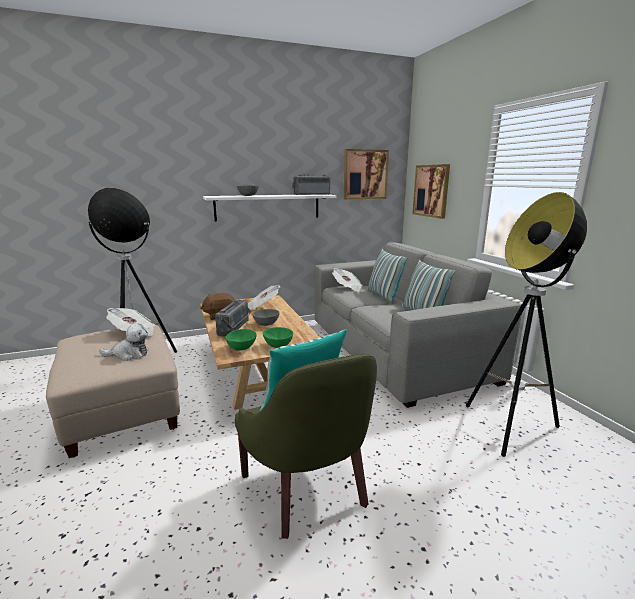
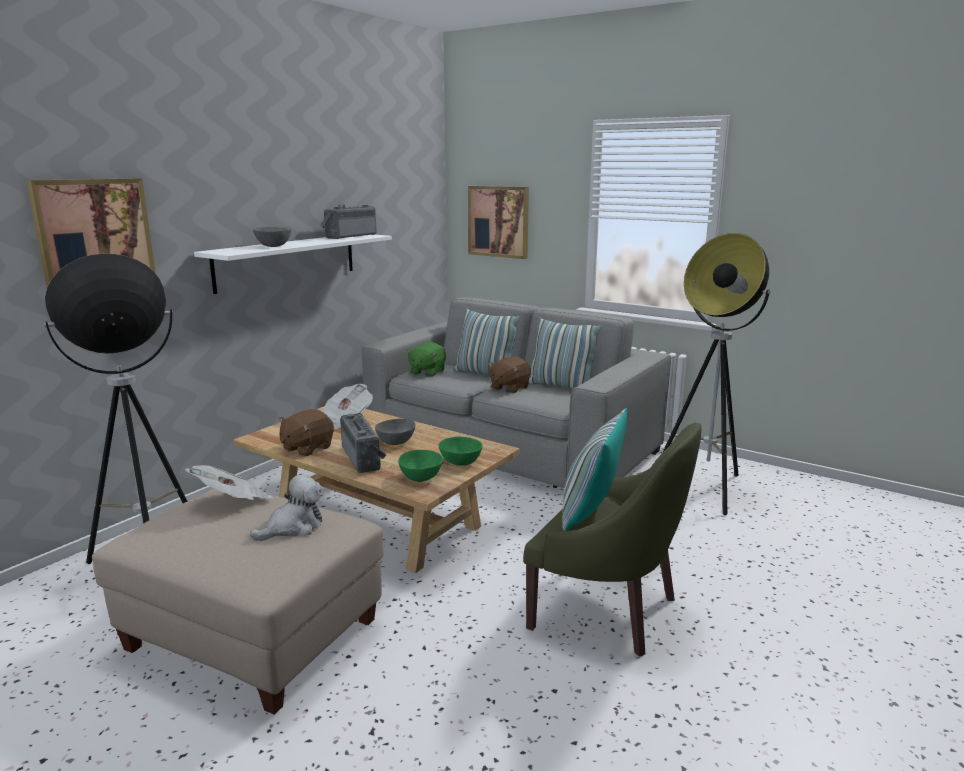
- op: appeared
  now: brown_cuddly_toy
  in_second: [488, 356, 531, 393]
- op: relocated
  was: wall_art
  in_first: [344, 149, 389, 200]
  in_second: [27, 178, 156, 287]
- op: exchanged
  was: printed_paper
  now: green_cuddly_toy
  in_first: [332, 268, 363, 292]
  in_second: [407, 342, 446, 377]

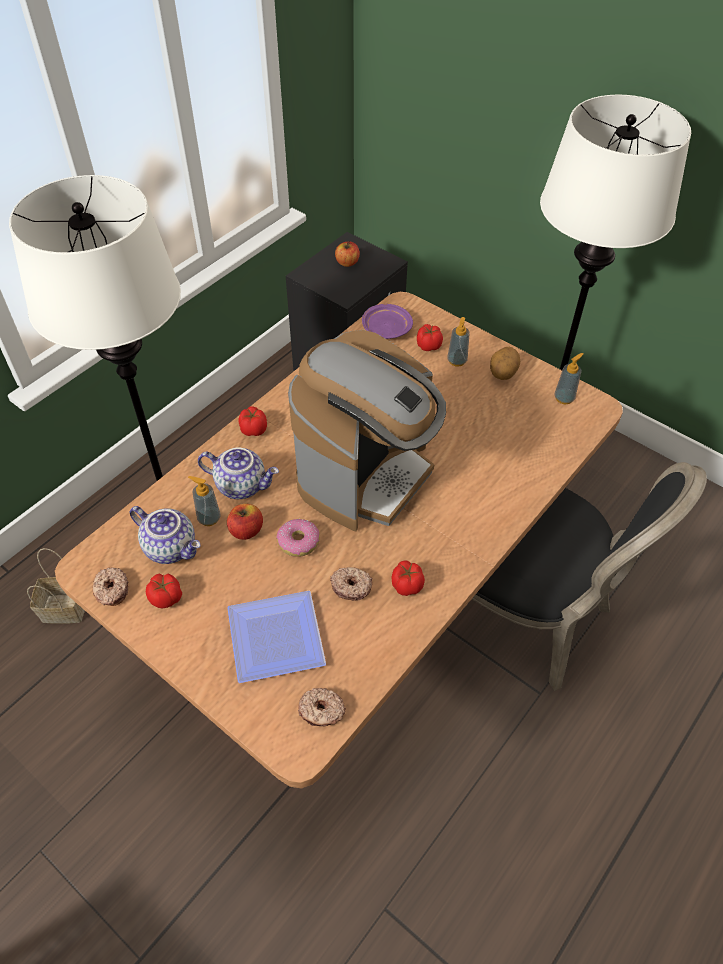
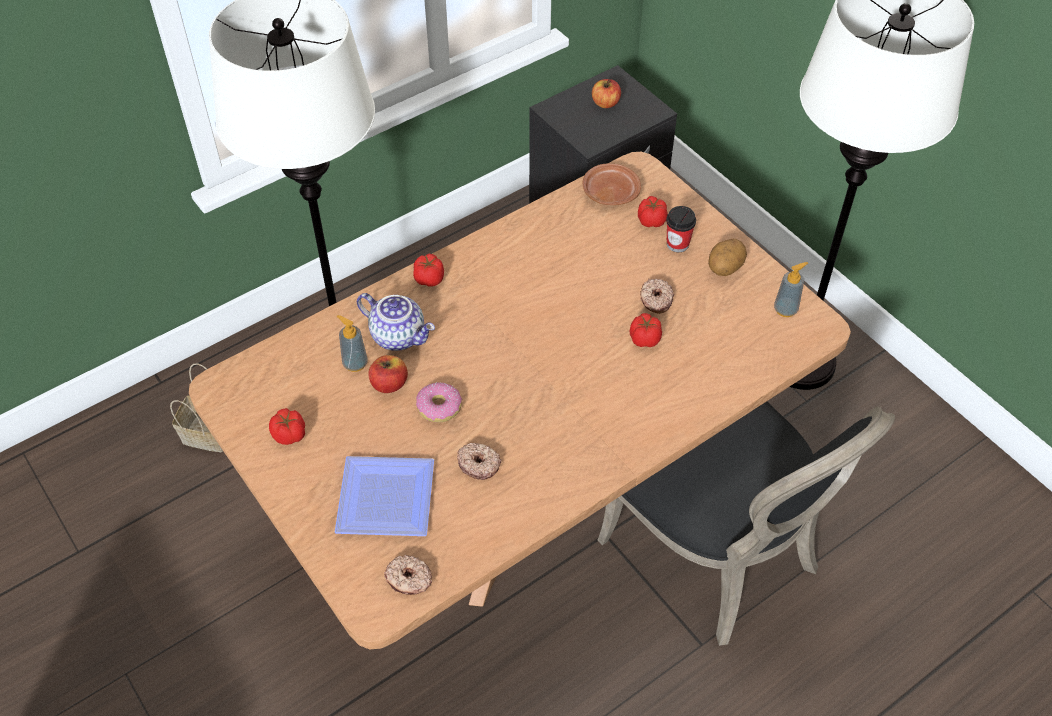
- op: missing
  was: pot_for_tea
  in_first: [129, 506, 200, 564]
- op: missing
  was: coffee_maker
  in_first: [288, 330, 446, 531]
- op: relocated
  was: doughnut
  in_first: [92, 567, 128, 606]
  in_second: [640, 279, 674, 314]
- op: relocated
  was: tomato
  in_first: [391, 561, 425, 596]
  in_second: [630, 313, 662, 347]
- op: exchanged
  was: soap_dispenser
  now: small_cup
  in_first: [448, 317, 470, 367]
  in_second: [666, 206, 696, 252]
- op: colour
  was: purplish_dinner_plate
  now: brown_dinner_plate
  in_first: [362, 304, 413, 339]
  in_second: [583, 163, 641, 205]

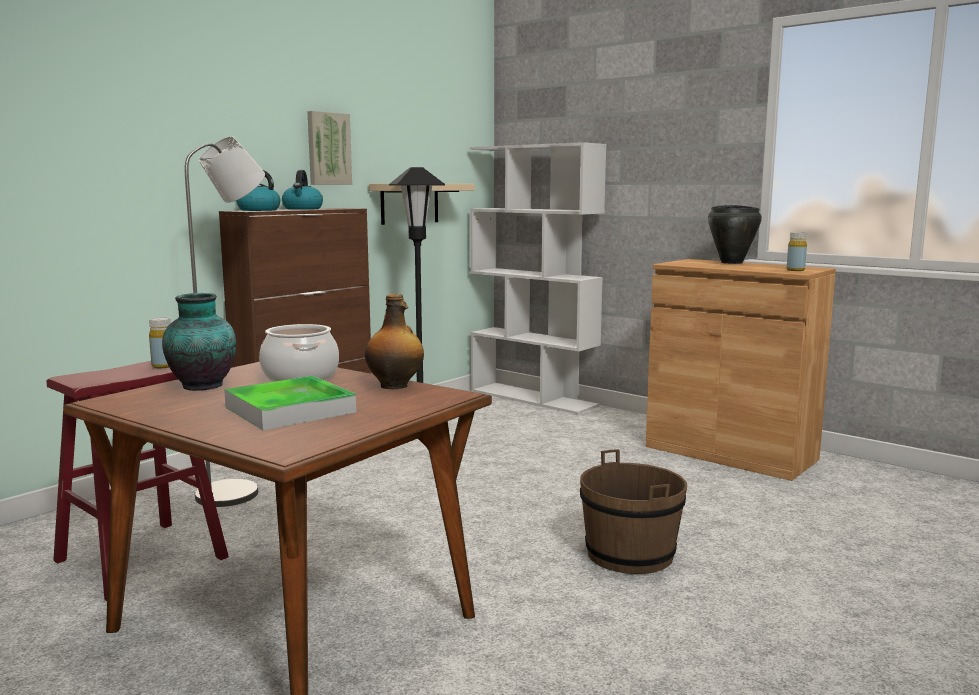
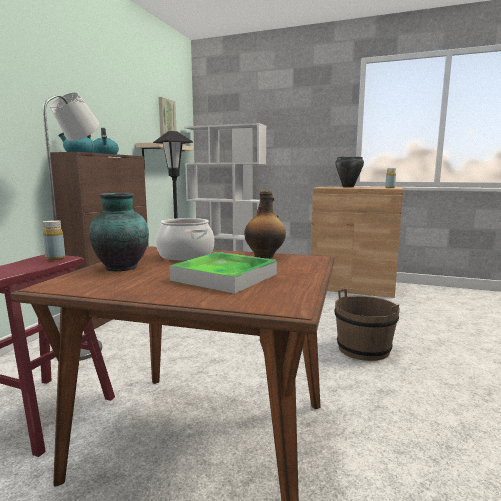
- op: relocated
  was: wall_art
  in_first: [308, 111, 352, 185]
  in_second: [159, 97, 177, 137]

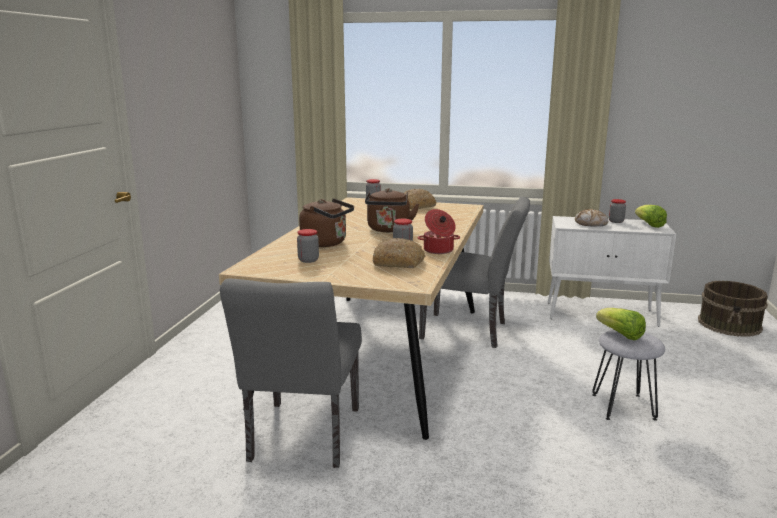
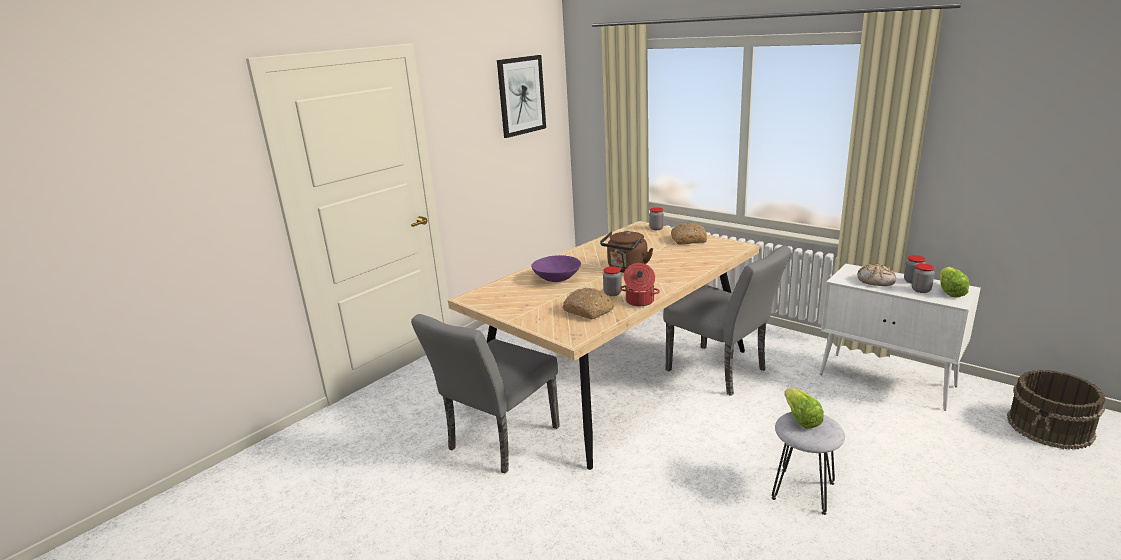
- op: appeared
  now: wall_art
  in_second: [497, 55, 546, 138]
- op: relocated
  was: preserve_jar
  in_first: [297, 229, 319, 263]
  in_second: [912, 264, 935, 293]
- op: exchanged
  was: brown_water_kettle
  now: purplish_deep_dish
  in_first: [299, 198, 354, 247]
  in_second: [531, 255, 581, 282]

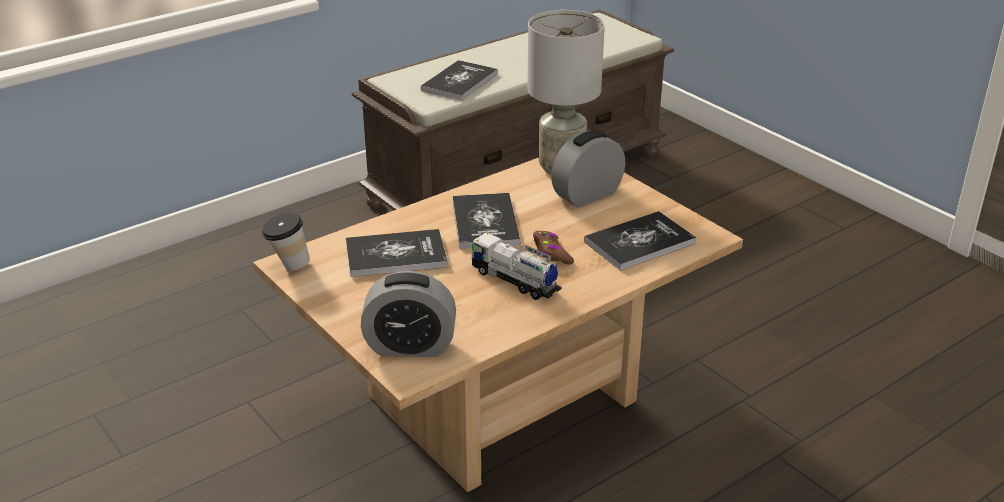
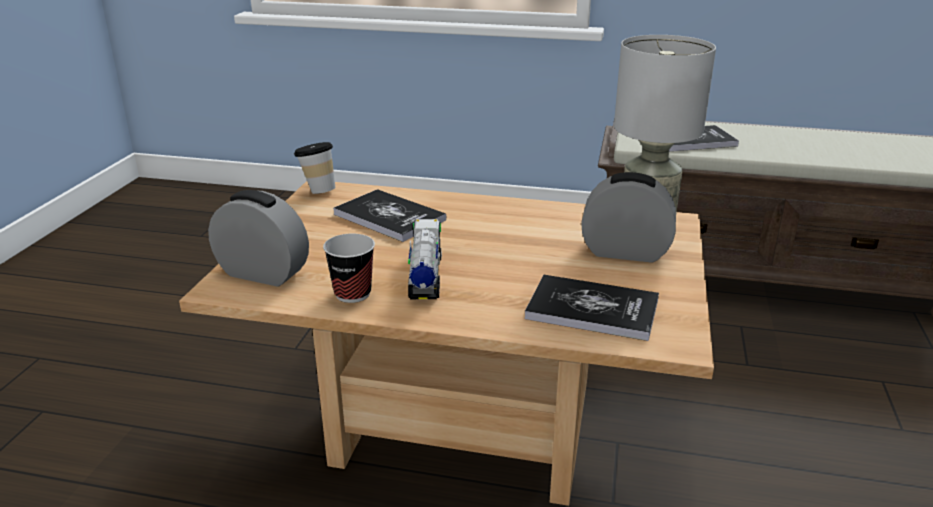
- op: missing
  was: bound_book
  in_first: [453, 193, 521, 249]
- op: missing
  was: brown_gamepad
  in_first: [533, 231, 574, 265]
- op: appeared
  now: small_cup
  in_second: [323, 234, 375, 303]
- op: spun
  was: table_clock
  in_first: [361, 271, 456, 357]
  in_second: [208, 190, 309, 287]
  clockwise: 150

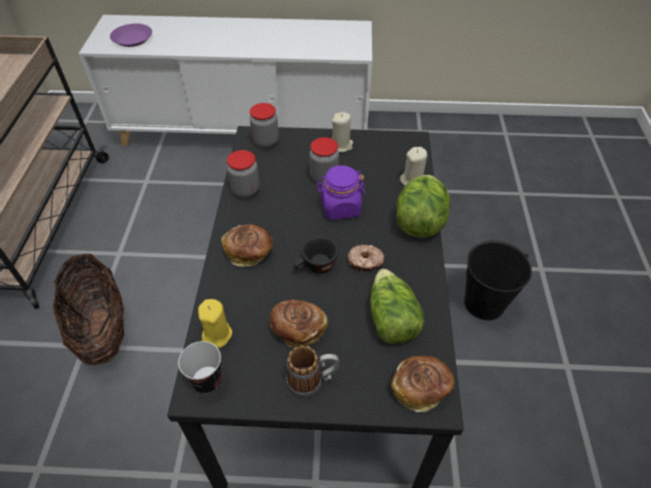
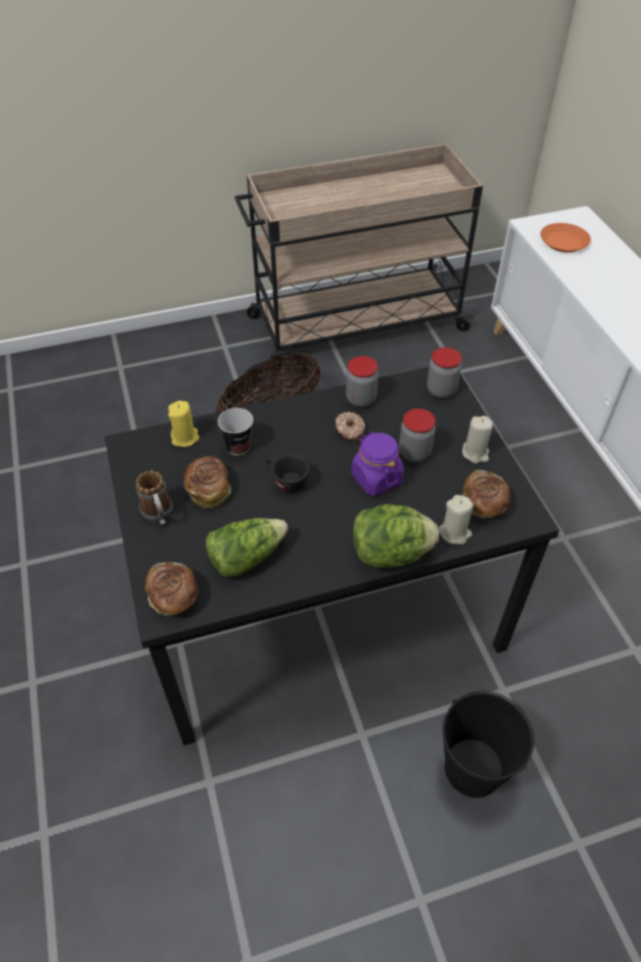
- op: relocated
  was: small_cup
  in_first: [178, 341, 222, 394]
  in_second: [218, 408, 253, 456]
- op: relocated
  was: bakery_bread
  in_first: [221, 224, 273, 267]
  in_second: [462, 470, 511, 518]
- op: relocated
  was: doughnut
  in_first: [348, 244, 385, 272]
  in_second: [335, 412, 365, 441]
- op: colour
  was: purplish_dinner_plate
  now: orange_dinner_plate
  in_first: [110, 23, 152, 47]
  in_second: [540, 223, 591, 252]

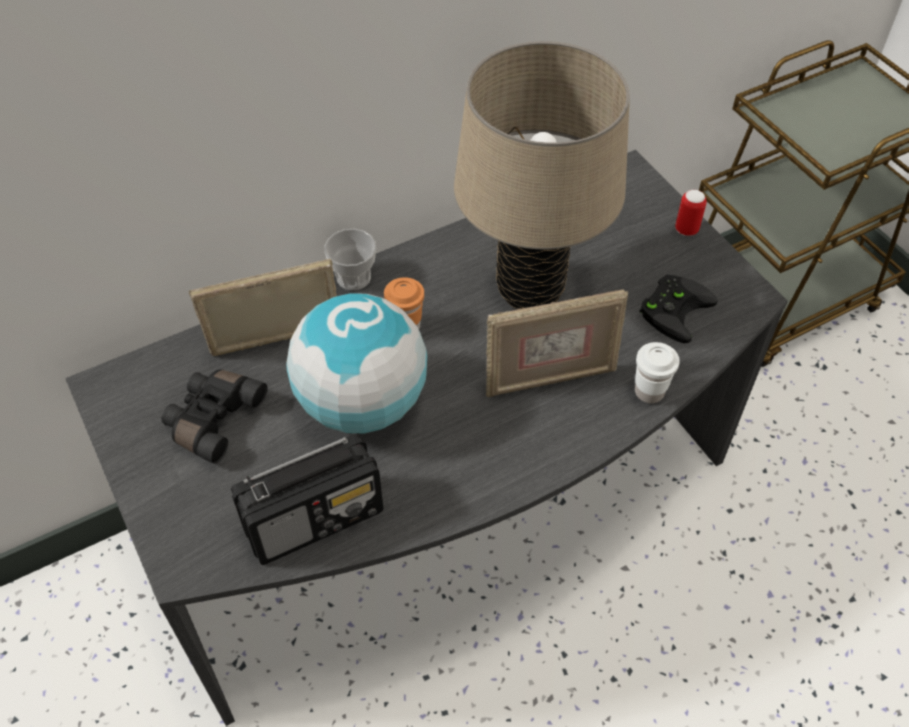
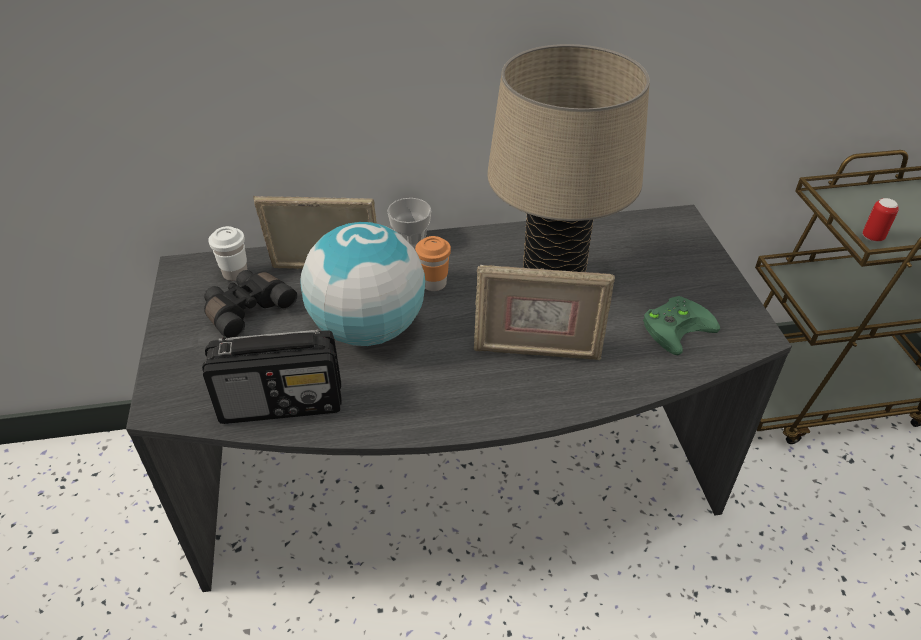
- op: relocated
  was: white_small_cup
  in_first: [635, 342, 680, 403]
  in_second: [208, 226, 248, 281]
- op: relocated
  was: sealed_can
  in_first: [675, 190, 707, 236]
  in_second: [863, 198, 899, 242]
- op: colour
  was: black_gamepad
  now: green_gamepad
  in_first: [639, 275, 717, 343]
  in_second: [643, 296, 720, 355]

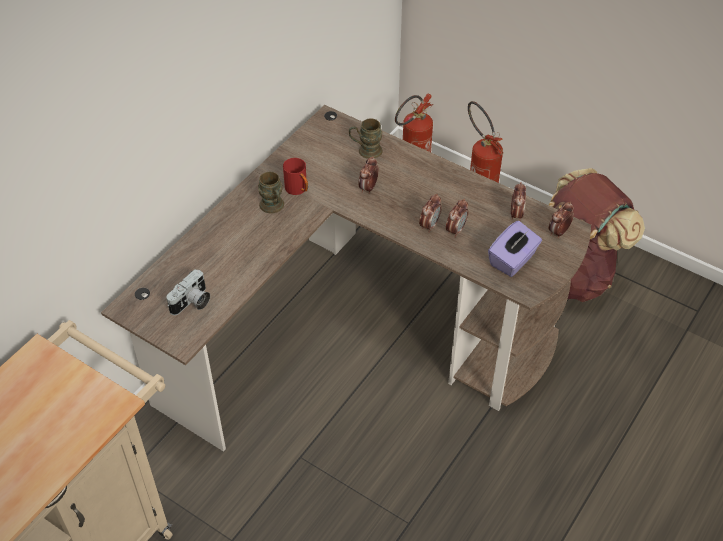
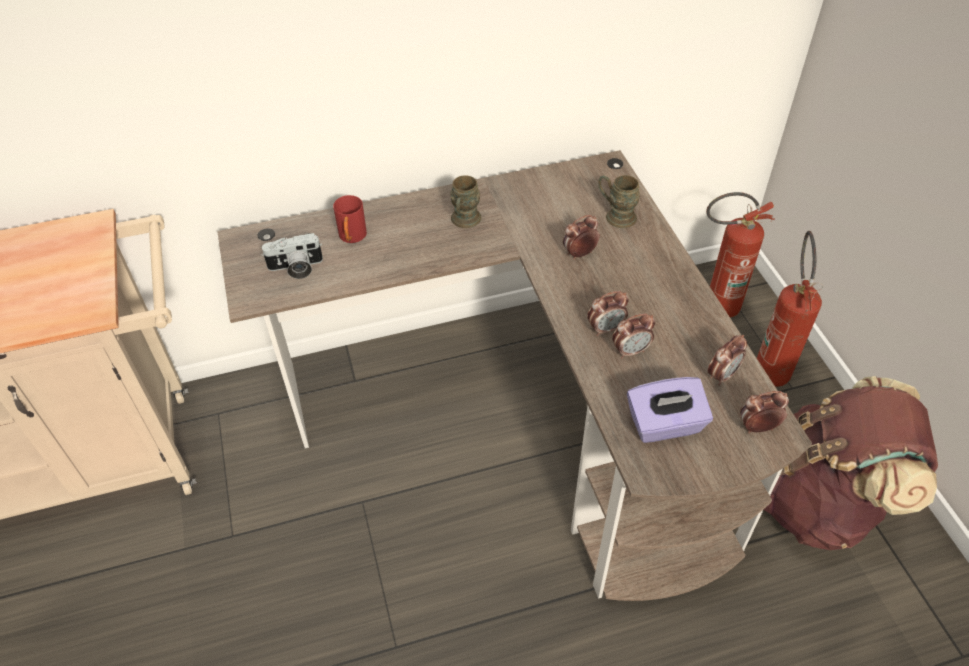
- op: relocated
  was: red-coloured_tea_mug
  in_first: [283, 158, 308, 195]
  in_second: [333, 195, 367, 243]

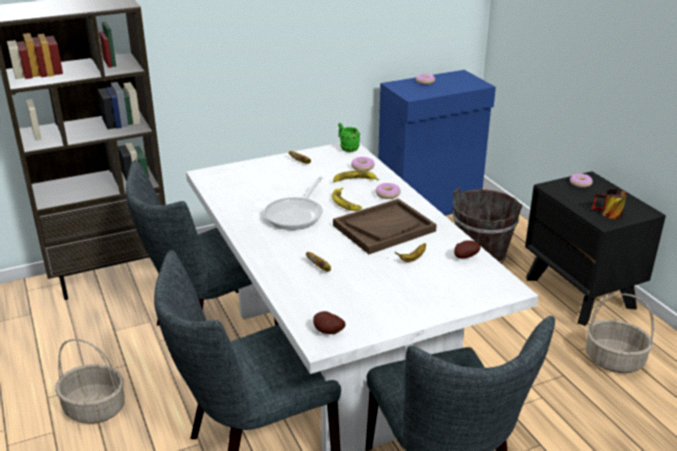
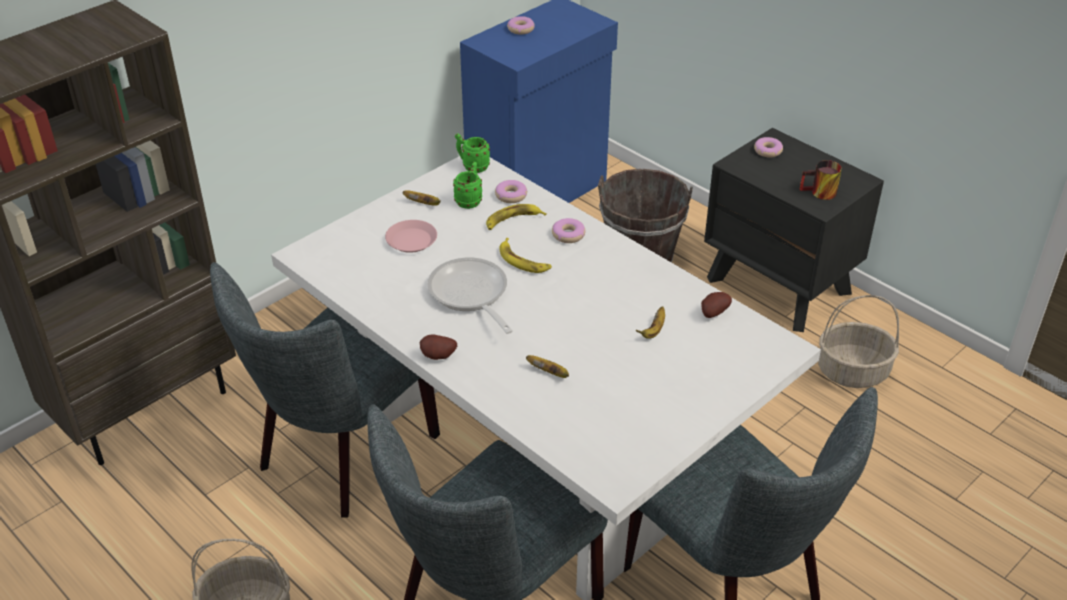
- op: missing
  was: brown_carrying_tray
  in_first: [333, 199, 437, 254]
- op: appeared
  now: pink_dinner_plate
  in_second: [385, 220, 437, 253]
- op: appeared
  now: green_tea_mug
  in_second: [453, 162, 482, 209]
- op: relocated
  was: potato
  in_first: [313, 311, 346, 334]
  in_second: [420, 334, 457, 360]
- op: spun
  was: skillet
  in_first: [264, 177, 323, 230]
  in_second: [427, 257, 513, 334]
  clockwise: 150

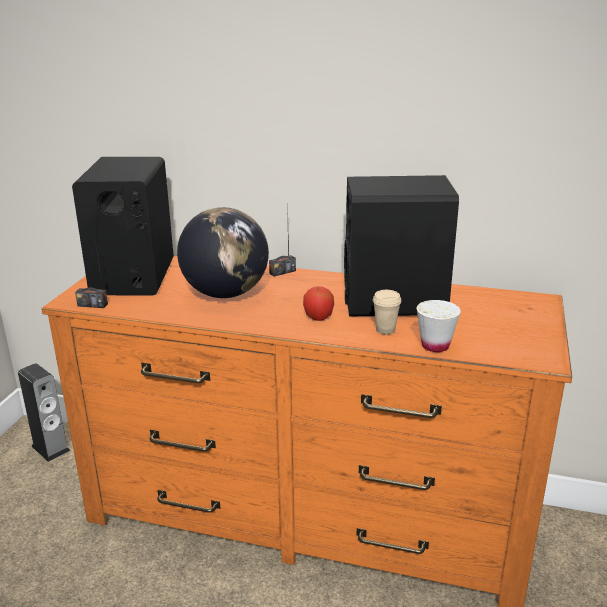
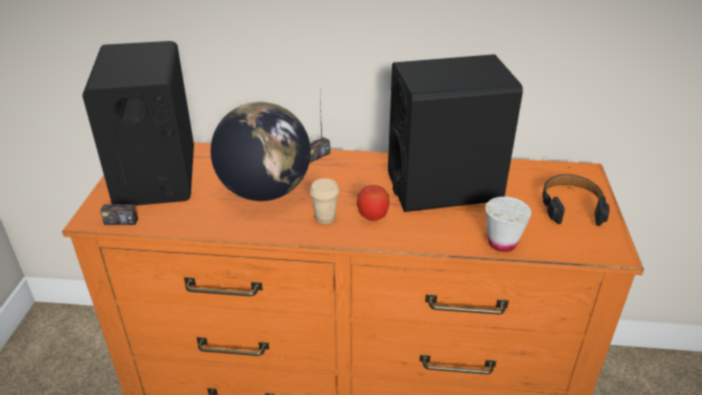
- op: missing
  was: speaker
  in_first: [18, 363, 70, 462]
- op: appeared
  now: black_headphones
  in_second: [542, 174, 609, 226]
- op: relocated
  was: sand-coloured_small_cup
  in_first: [373, 290, 401, 335]
  in_second: [310, 178, 339, 224]

